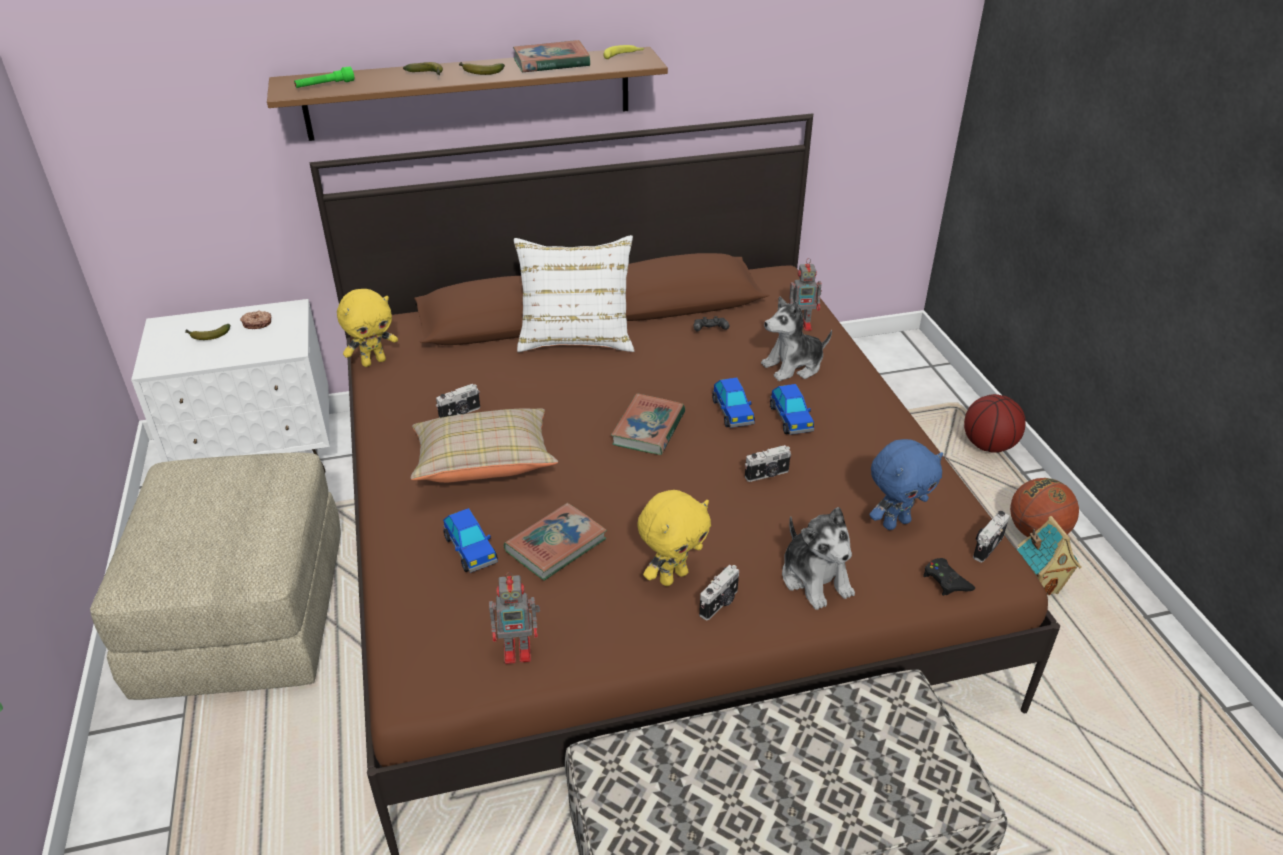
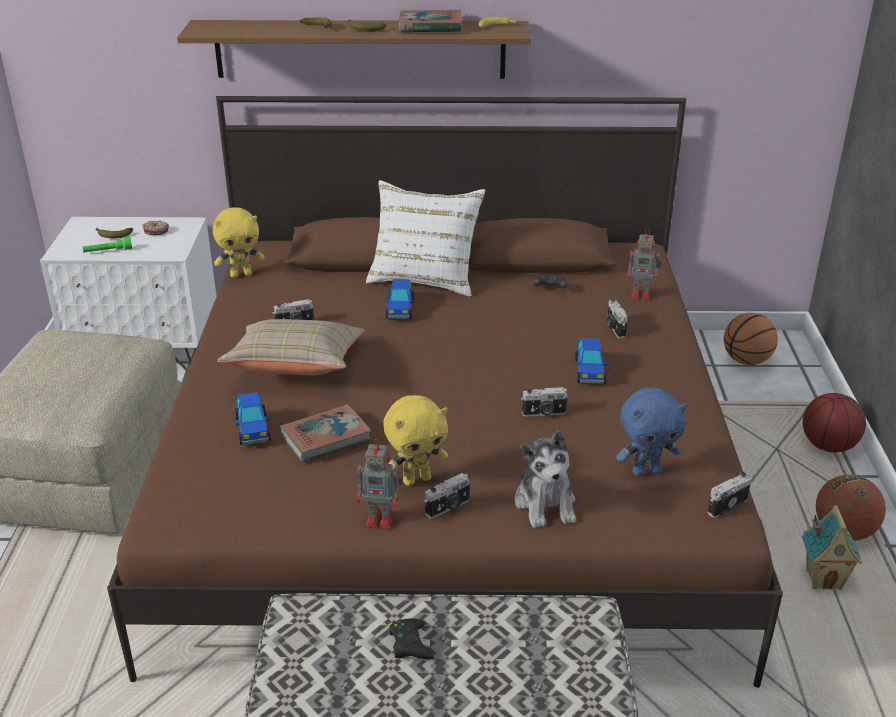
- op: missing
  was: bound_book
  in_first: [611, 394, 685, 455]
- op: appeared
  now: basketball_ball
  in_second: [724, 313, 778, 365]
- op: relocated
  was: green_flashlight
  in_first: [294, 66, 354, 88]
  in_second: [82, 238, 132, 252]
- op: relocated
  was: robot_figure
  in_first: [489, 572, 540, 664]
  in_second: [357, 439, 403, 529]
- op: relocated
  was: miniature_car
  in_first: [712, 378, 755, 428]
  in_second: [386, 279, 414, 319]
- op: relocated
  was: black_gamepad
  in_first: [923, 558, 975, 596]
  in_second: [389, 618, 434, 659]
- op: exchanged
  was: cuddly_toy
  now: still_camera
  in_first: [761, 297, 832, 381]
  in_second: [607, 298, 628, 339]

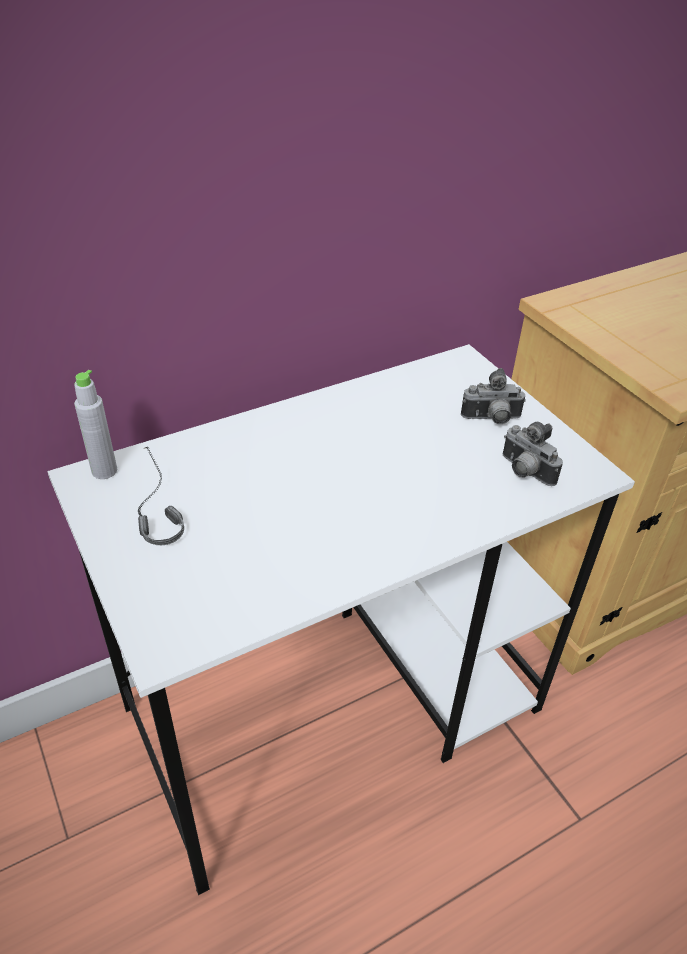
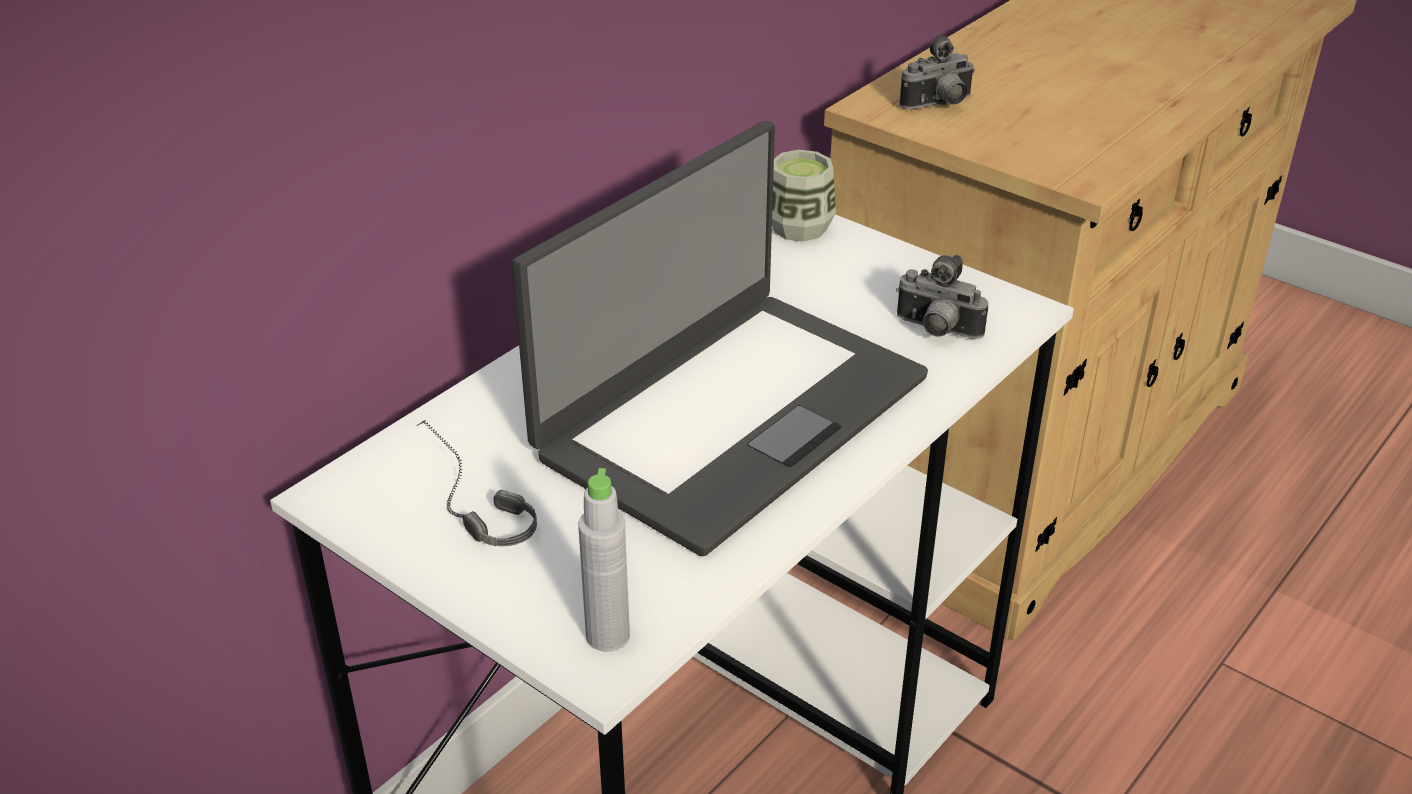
- op: appeared
  now: laptop
  in_second: [512, 121, 928, 556]
- op: appeared
  now: small_cup
  in_second: [772, 150, 836, 242]
- op: relocated
  was: grey_drink_bottle
  in_first: [74, 370, 117, 479]
  in_second: [578, 468, 630, 652]
- op: relocated
  was: still_camera
  in_first: [461, 368, 526, 424]
  in_second: [899, 34, 975, 110]

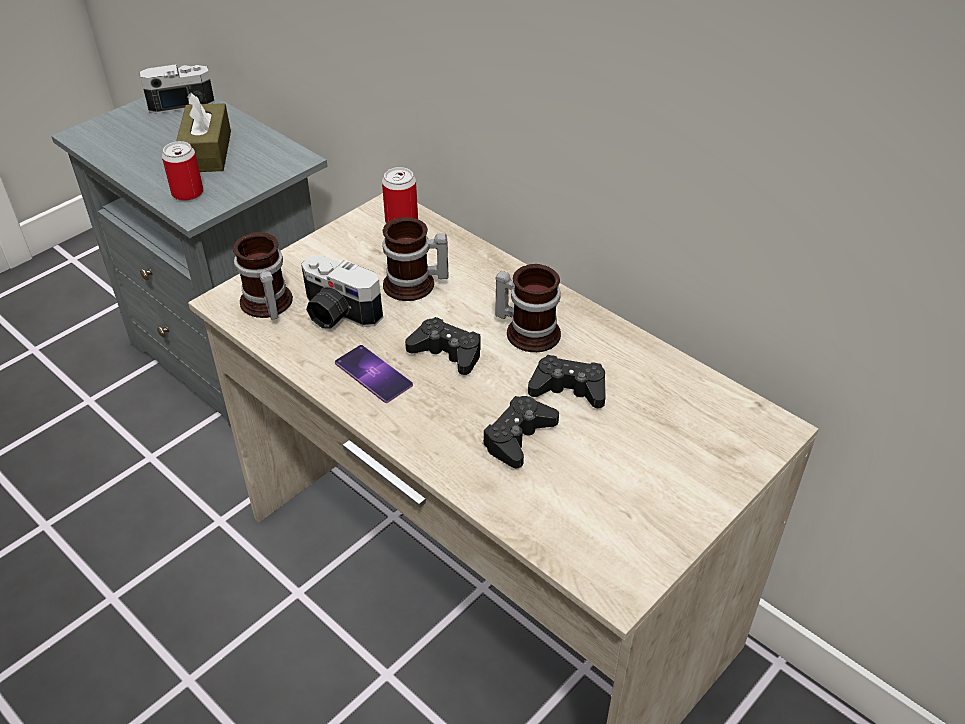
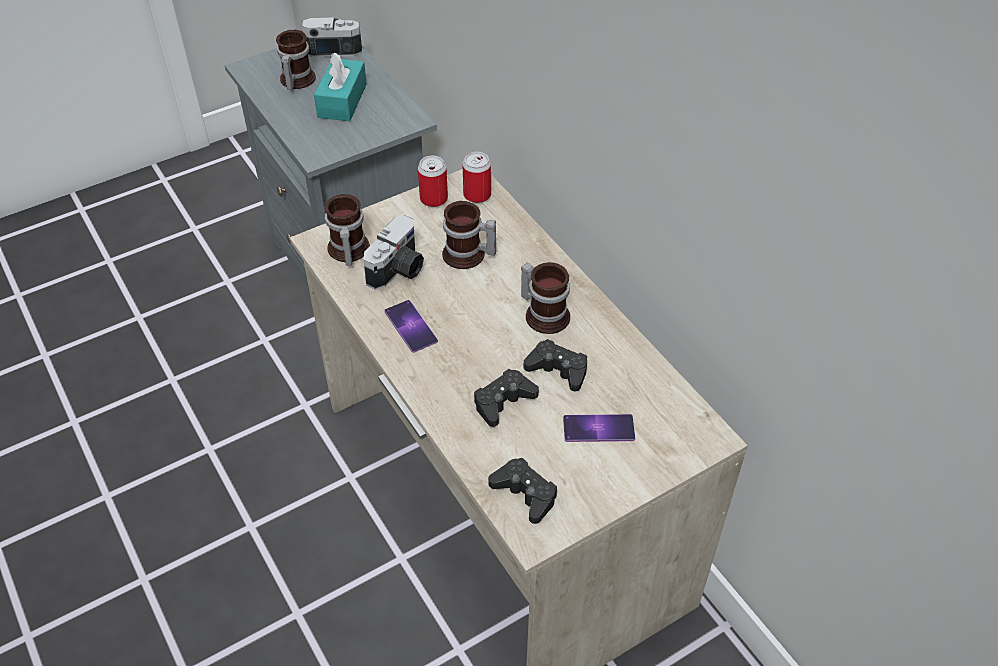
- op: appeared
  now: tea_mug
  in_second: [276, 30, 316, 90]
- op: appeared
  now: telephone
  in_second: [563, 414, 635, 442]
- op: relocated
  was: sealed_can
  in_first: [162, 141, 203, 201]
  in_second: [418, 156, 448, 207]
- op: relocated
  was: black_gamepad
  in_first: [405, 317, 481, 375]
  in_second: [488, 458, 557, 524]
- op: colour
  was: brown_box_of_tissues
  now: blue-green_box_of_tissues
  in_first: [176, 93, 231, 172]
  in_second: [314, 53, 367, 121]
- op: spun
  was: still_camera
  in_first: [301, 256, 383, 329]
  in_second: [364, 215, 424, 290]
  clockwise: -105

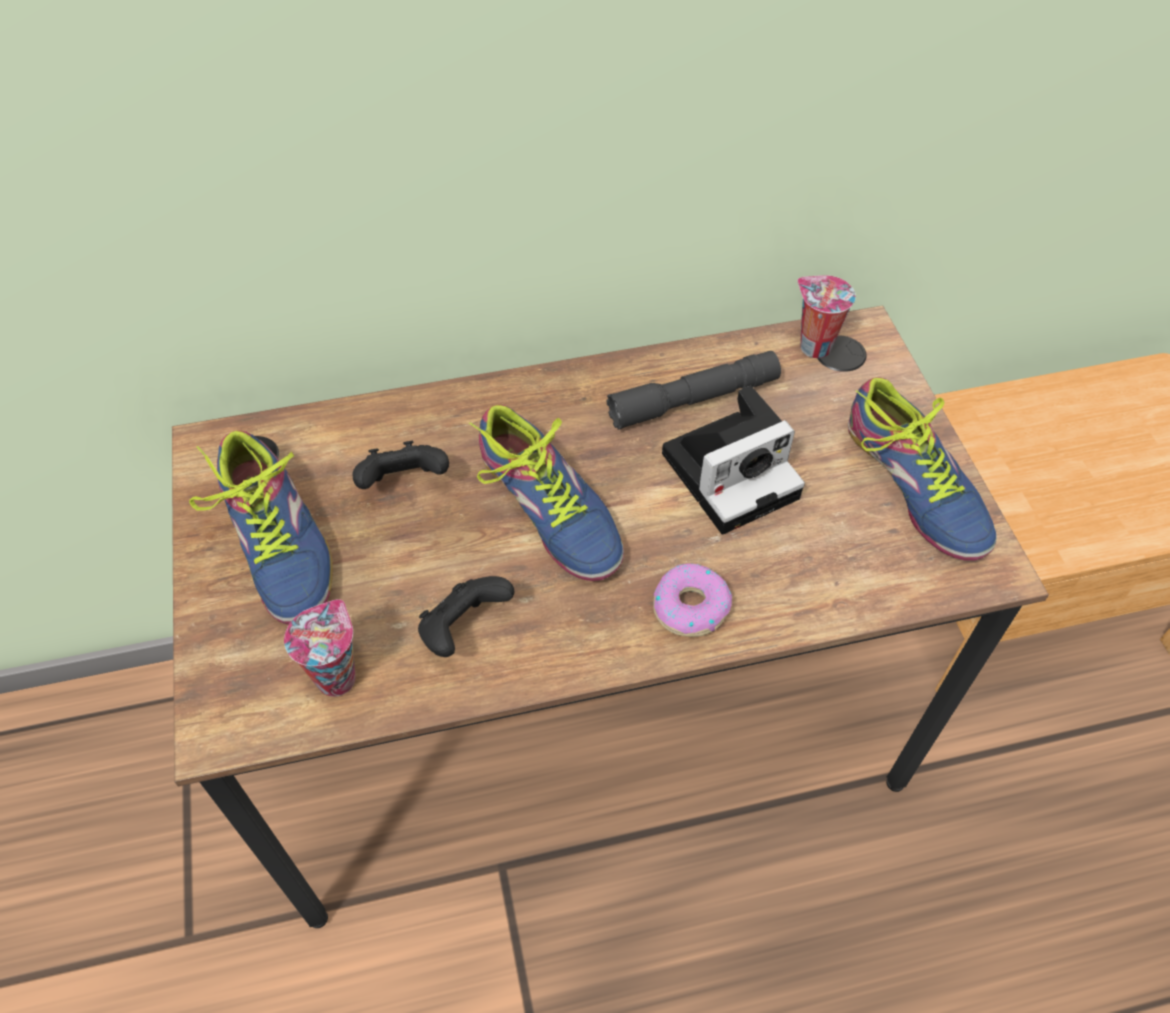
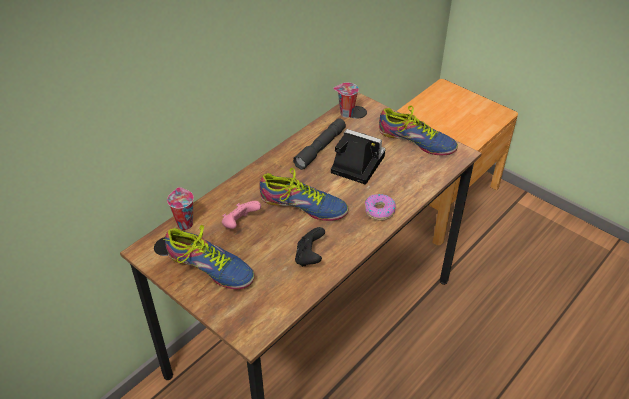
- op: relocated
  was: small_cup
  in_first: [284, 599, 356, 697]
  in_second: [167, 187, 194, 230]
- op: colour
  was: black_gamepad
  now: pink_gamepad
  in_first: [352, 441, 449, 489]
  in_second: [222, 201, 261, 229]
- op: spun
  was: still_camera
  in_first: [662, 386, 805, 534]
  in_second: [331, 129, 386, 185]
  clockwise: -90

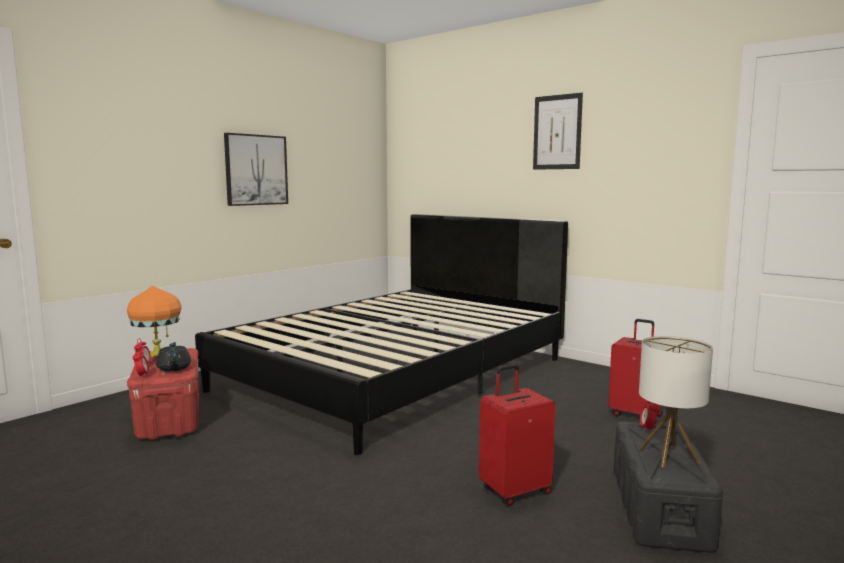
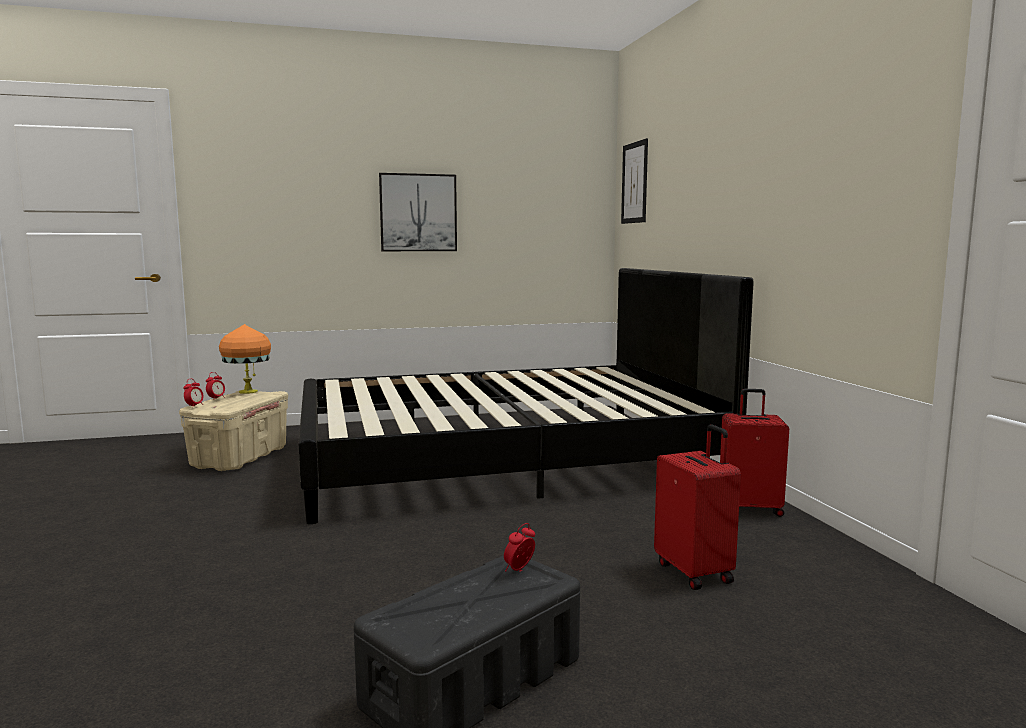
- op: missing
  was: black_pot_for_tea
  in_first: [156, 342, 191, 372]
- op: missing
  was: tabletop_lamp
  in_first: [639, 336, 713, 468]
- op: relocated
  was: red-coloured_piece_of_luggage
  in_first: [479, 364, 556, 506]
  in_second: [720, 389, 789, 517]
- op: relocated
  was: wall_art
  in_first: [533, 93, 583, 170]
  in_second: [621, 138, 648, 224]
- op: colour
  was: red-coloured_storage_bin
  now: sand-coloured_storage_bin
  in_first: [127, 348, 200, 440]
  in_second: [179, 390, 288, 471]

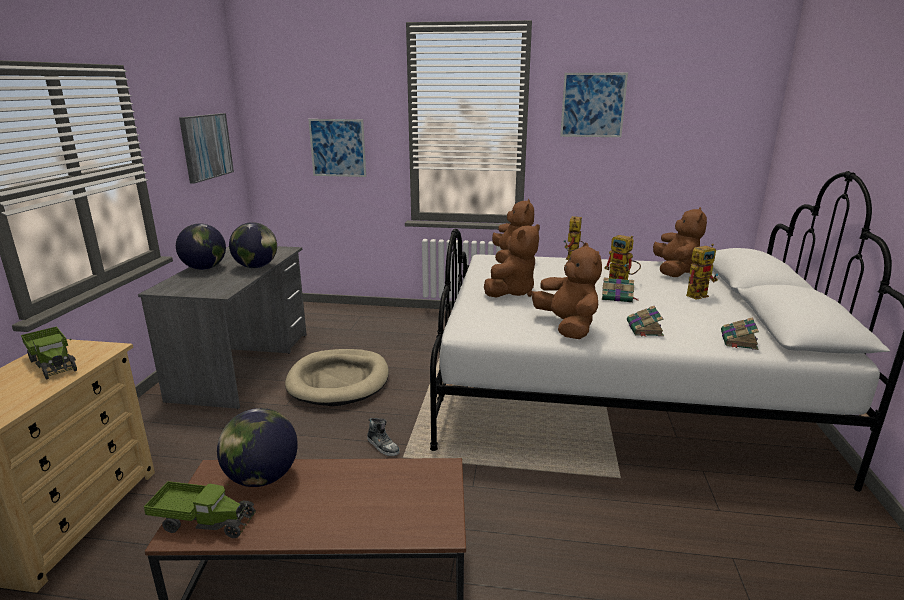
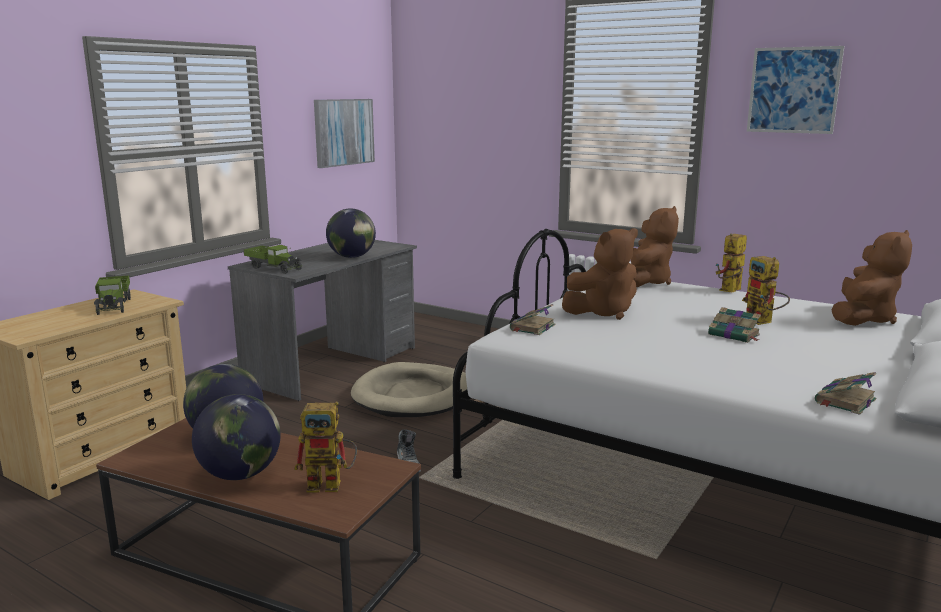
- op: missing
  was: wall_art
  in_first: [308, 119, 366, 177]
- op: missing
  was: brown_cuddly_toy
  in_first: [532, 243, 602, 339]
- op: relocated
  was: model_truck
  in_first: [143, 481, 256, 538]
  in_second: [243, 245, 302, 274]
- op: relocated
  was: world_globe
  in_first: [176, 224, 226, 270]
  in_second: [192, 394, 281, 480]
- op: relocated
  was: bound_book
  in_first: [627, 306, 664, 337]
  in_second: [510, 304, 555, 335]
- op: relocated
  was: robot_figure
  in_first: [686, 244, 718, 300]
  in_second: [294, 401, 357, 493]

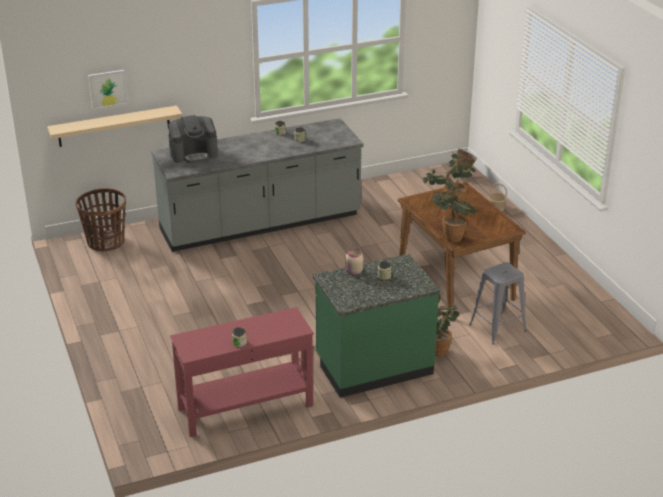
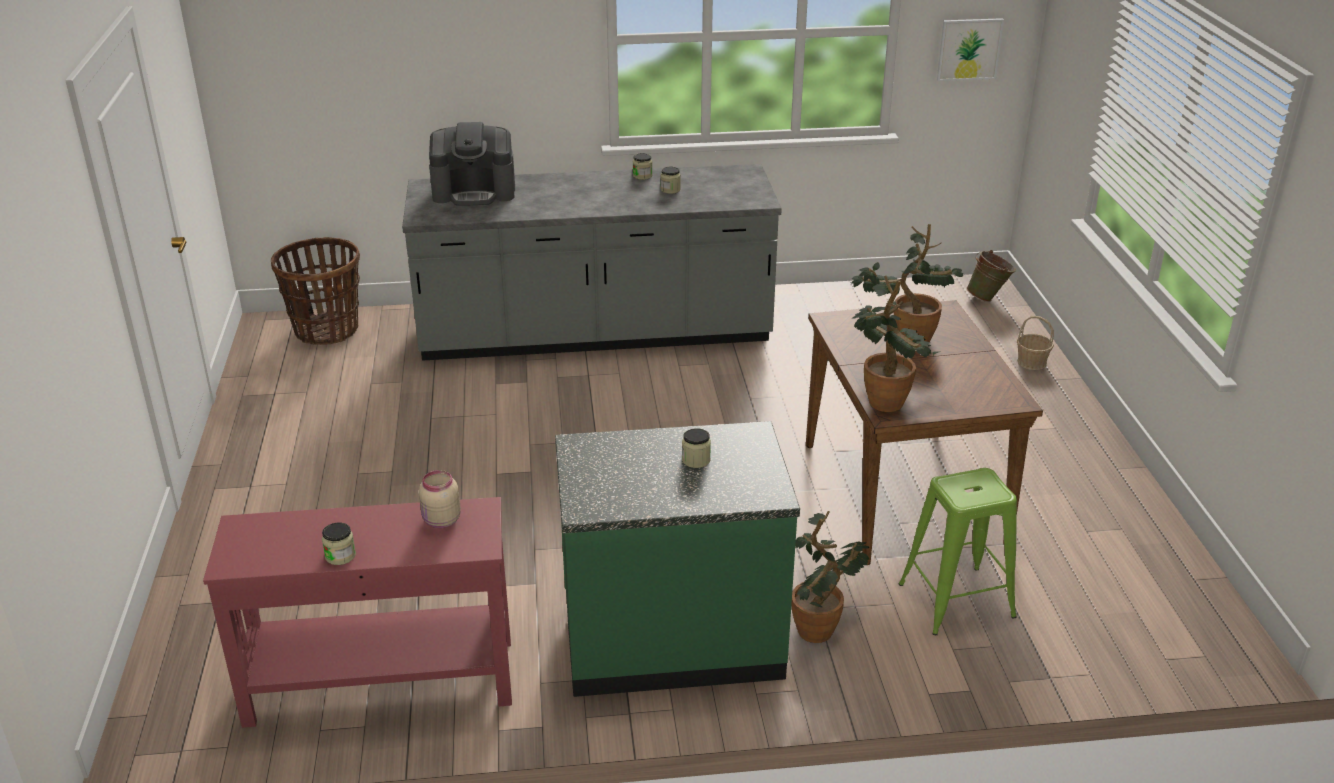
- op: missing
  was: sand-coloured_wall_shelf
  in_first: [47, 105, 183, 147]
- op: relocated
  was: wall_art
  in_first: [88, 70, 128, 109]
  in_second: [937, 18, 1004, 81]
- op: relocated
  was: sand-coloured_preserve_jar
  in_first: [345, 248, 363, 275]
  in_second: [419, 470, 461, 528]
- op: colour
  was: grey_stool
  now: green_stool
  in_first: [469, 262, 527, 345]
  in_second: [899, 468, 1017, 635]

